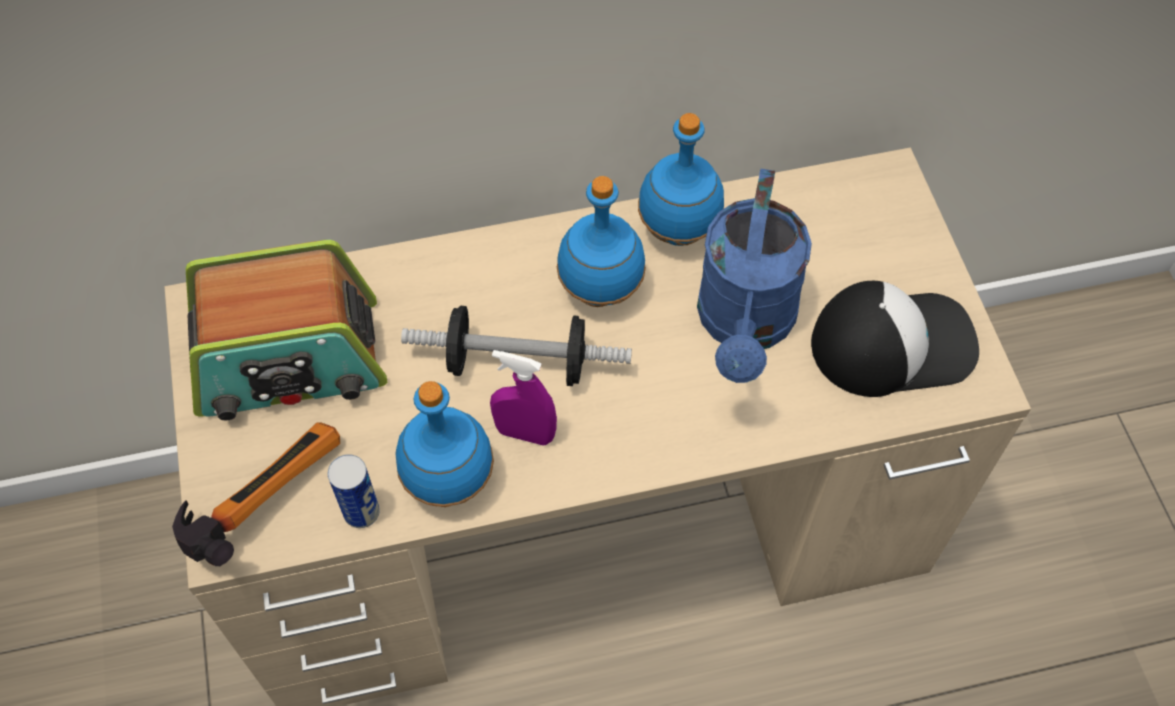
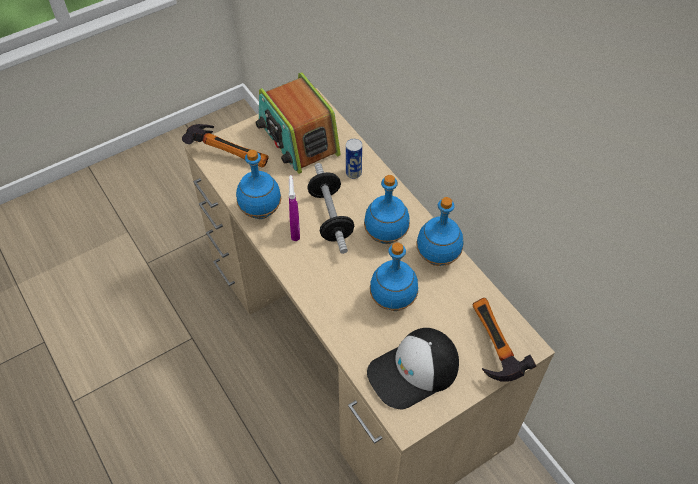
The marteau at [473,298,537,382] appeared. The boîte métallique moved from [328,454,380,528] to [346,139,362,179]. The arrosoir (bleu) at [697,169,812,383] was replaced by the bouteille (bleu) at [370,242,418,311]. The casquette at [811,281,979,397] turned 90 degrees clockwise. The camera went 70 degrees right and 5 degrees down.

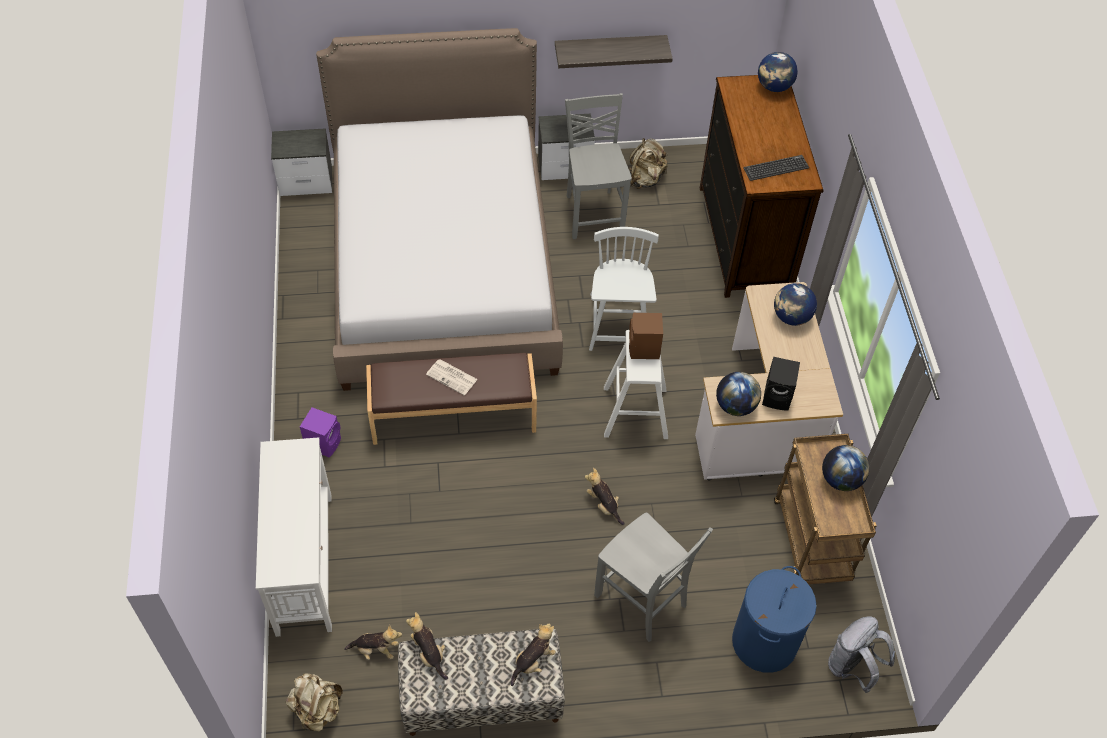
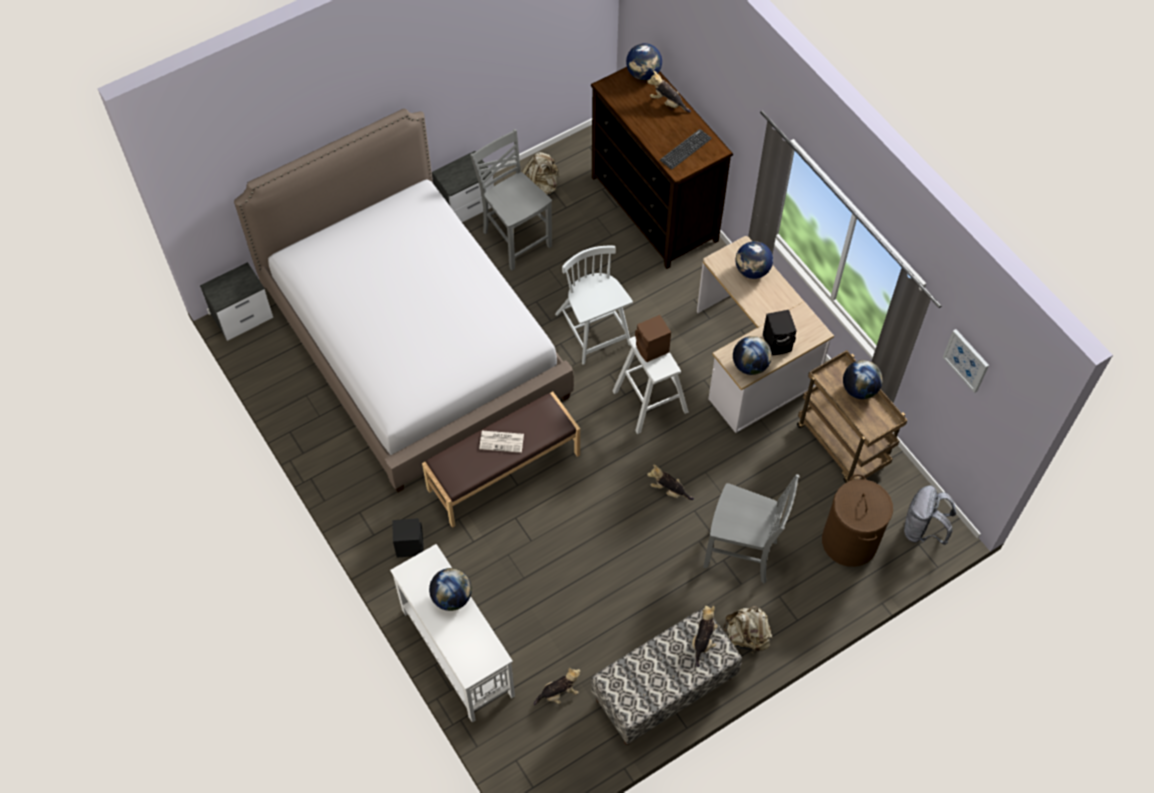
The étagère at [555,35,673,68] disappeared. The globe at [429,568,472,611] appeared. The tableau at [943,329,989,393] appeared. The sac à dos (beige) moved from [286,673,343,731] to [723,606,772,655]. The peluche moved from [406,612,448,680] to [647,71,691,113]. The enceinte (violet) at [300,407,341,458] became the enceinte (noir) at [392,518,424,558]. The panier à linge (bleu) at [732,566,817,673] became the panier à linge (marron) at [822,474,893,567]. The camera went 25 degrees left and 5 degrees up.

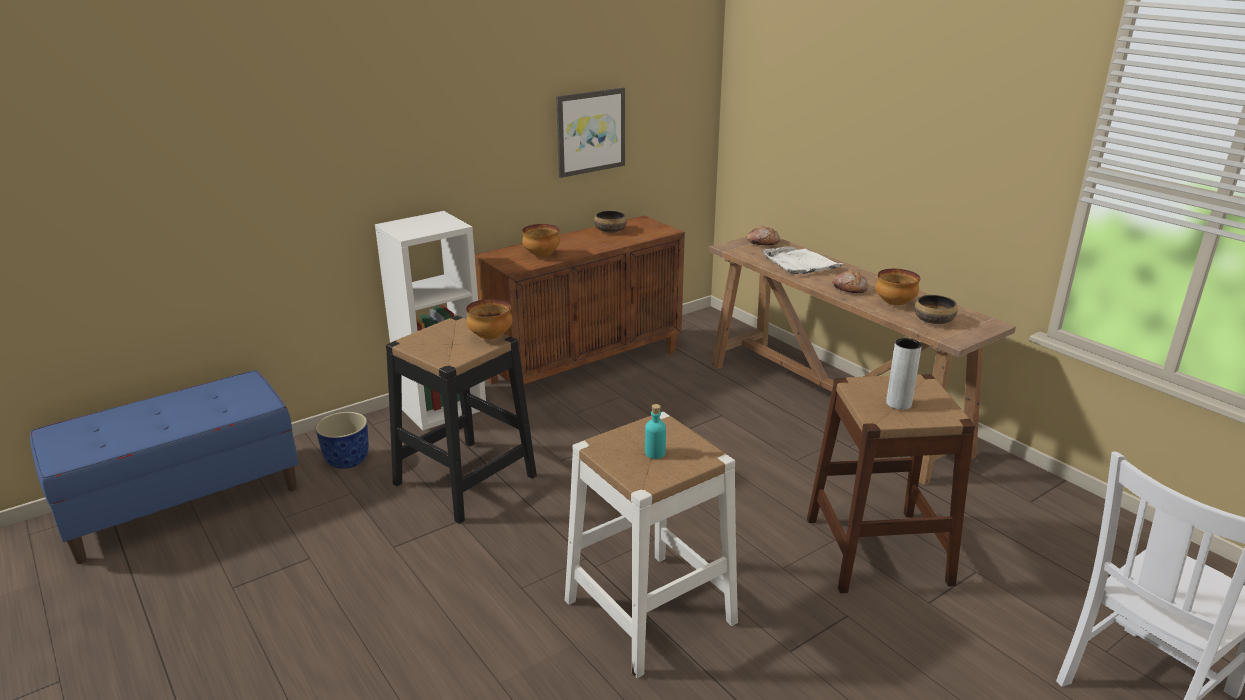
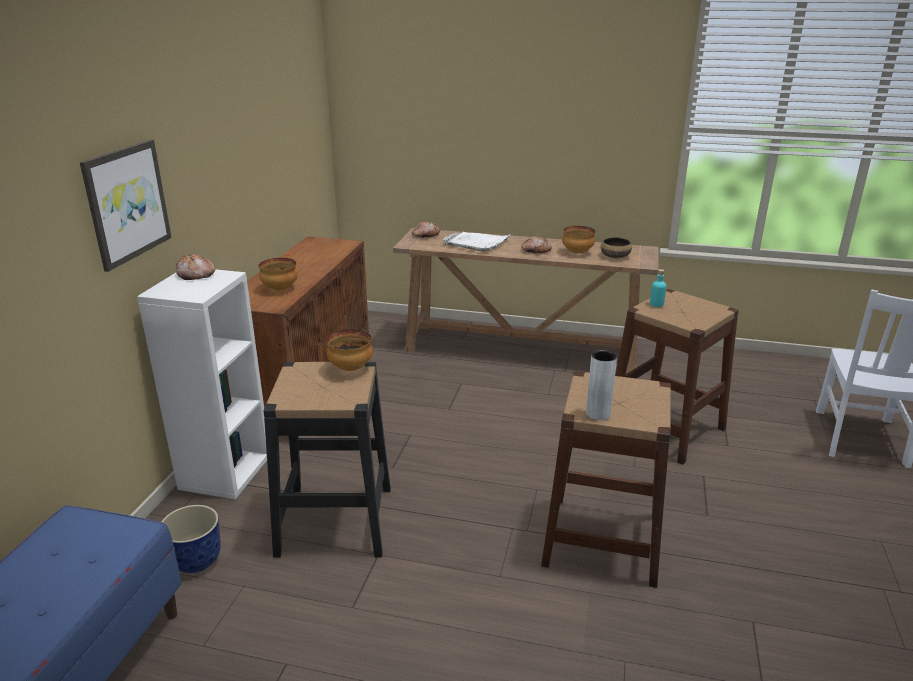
The bol at [594,211,627,233] disappeared. The pain at [176,253,215,280] appeared. The tableau moved from [556,87,625,178] to [80,140,172,272]. The bouteille (turquoise) moved from [645,404,666,459] to [650,269,666,307]. The vase (gris) moved from [886,338,922,410] to [586,350,617,420]. The tabouret (blanc) at [565,412,738,678] became the tabouret (marron) at [541,371,671,588]. The camera went 40 degrees left and 0 degrees up.

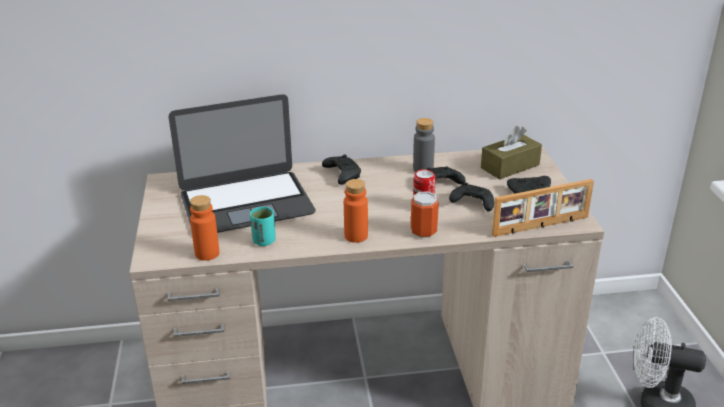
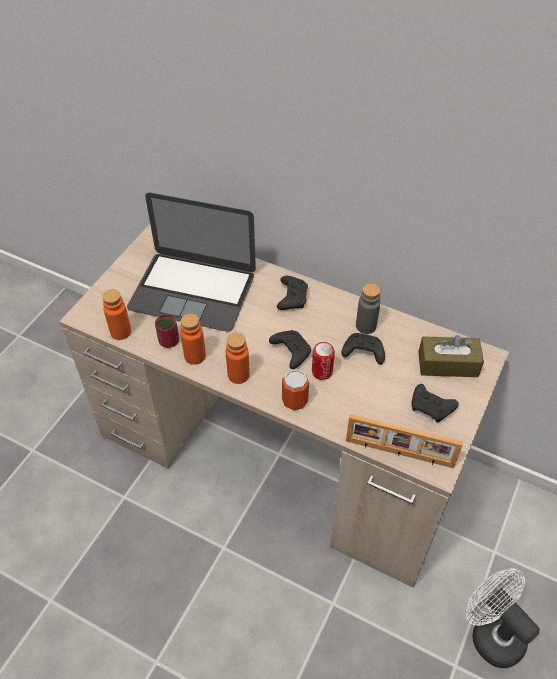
The bouteille (orange) at [180,314,206,365] appeared. The manette (noir) moved from [449,182,494,211] to [269,330,311,369]. The tasse (turquoise) at [250,207,276,246] became the tasse (rouge) at [155,314,179,348]. The camera went 35 degrees right and 20 degrees up.

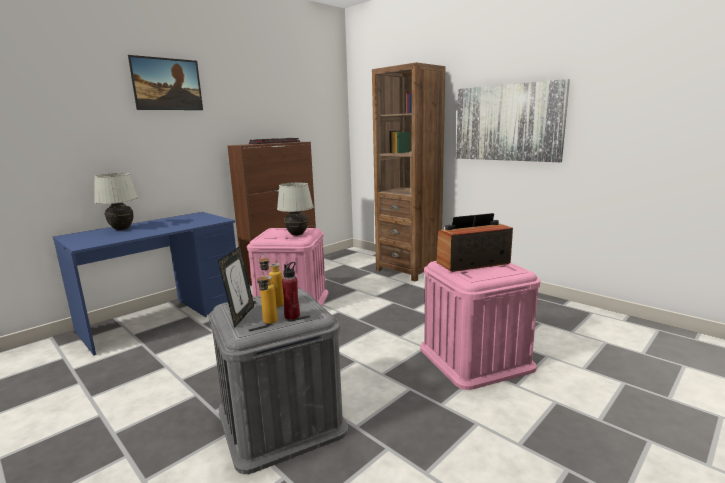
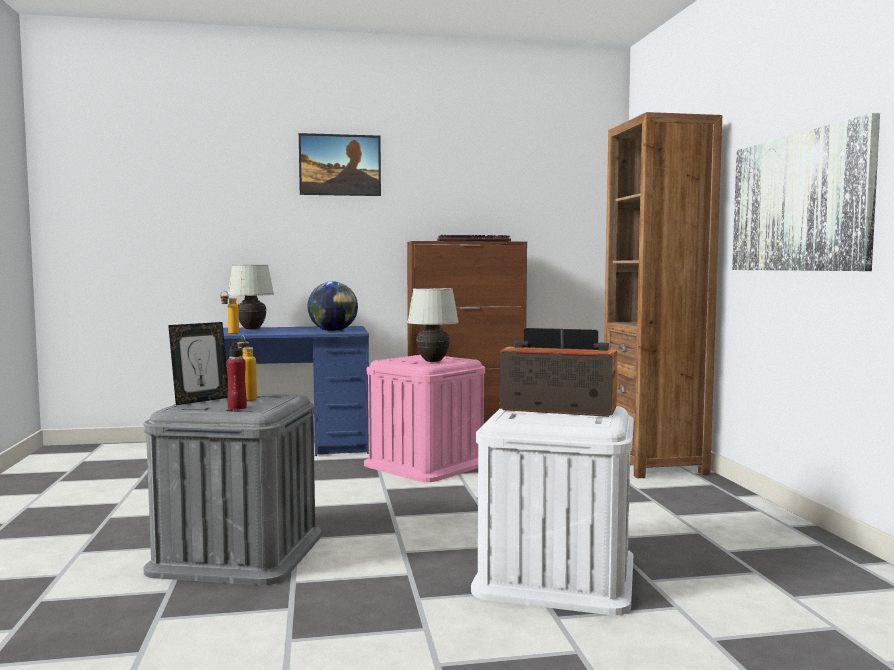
The globe at [307,281,358,331] appeared. The bouteille moved from [257,271,278,324] to [220,291,239,334]. The boîte de rangement (rose) at [420,261,540,390] became the boîte de rangement (blanc) at [471,406,634,615]. The camera went 35 degrees right and 10 degrees down.

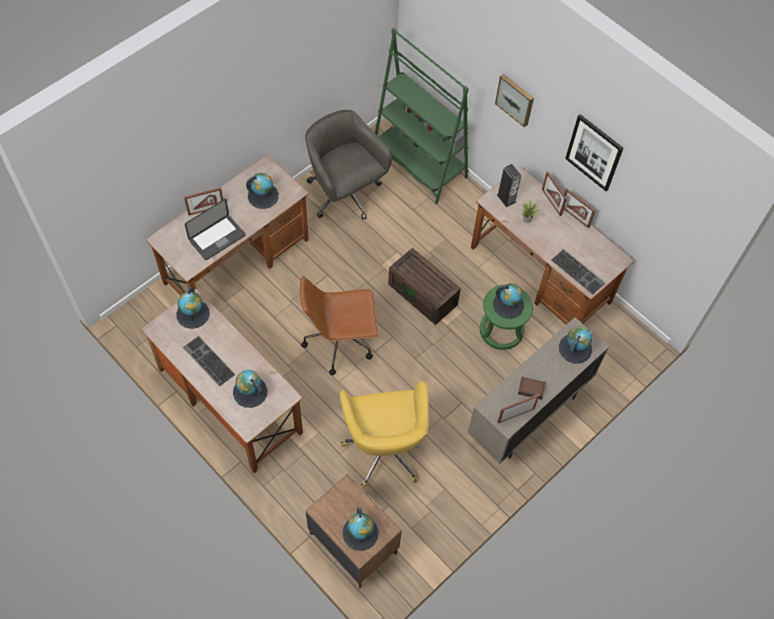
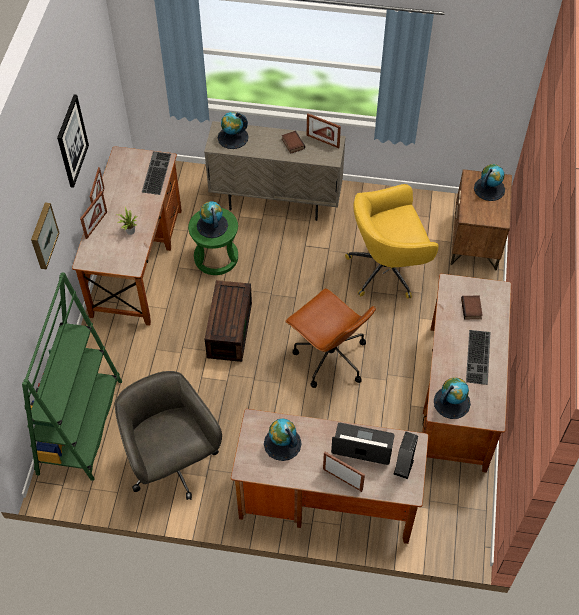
The enceinte moved from [497,164,521,207] to [393,432,418,479]. The globe at [233,370,268,408] was replaced by the livre at [461,296,483,319]. The chaise de bureau (gris) at [305,110,392,220] turned 135 degrees clockwise. The chaise de bureau (jaune) at [340,381,429,487] turned 150 degrees counterclockwise. The camera went 125 degrees left and 5 degrees down.

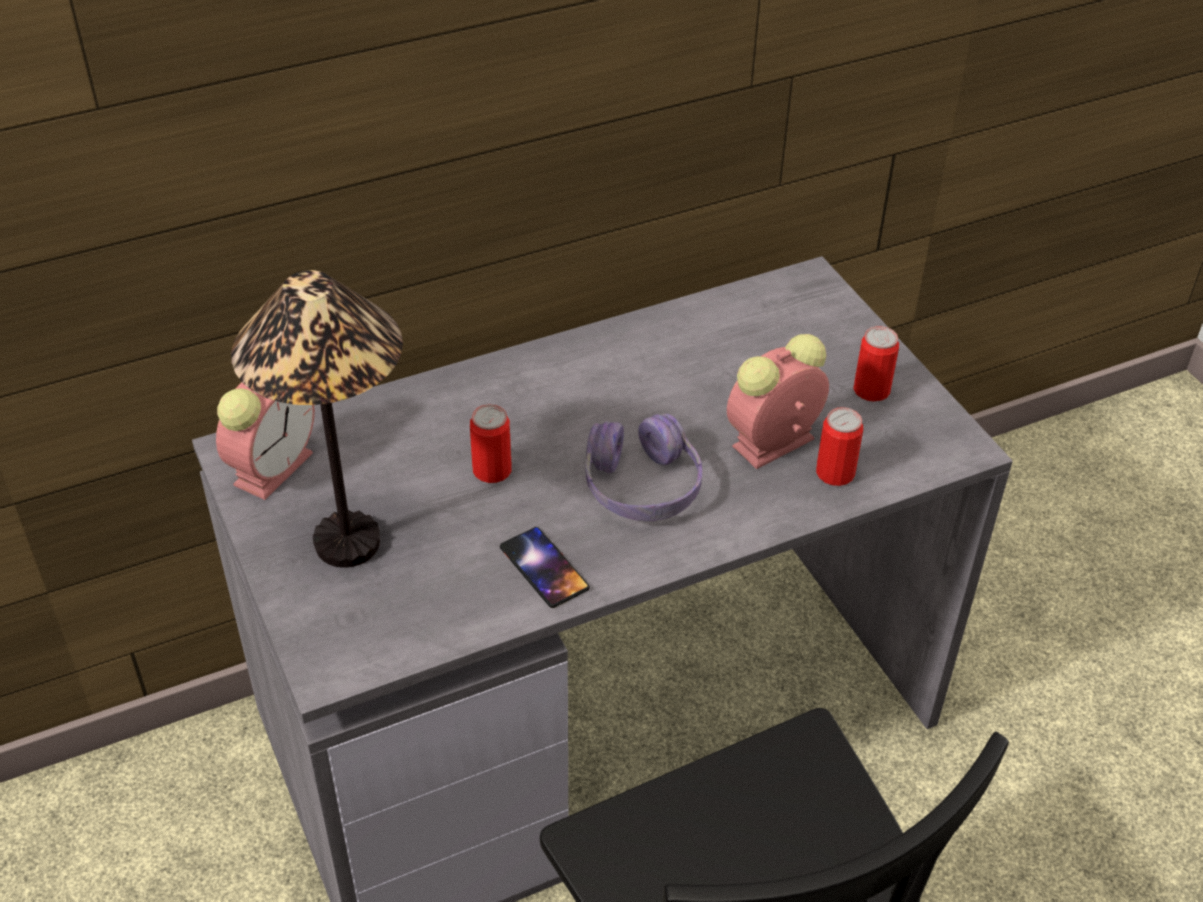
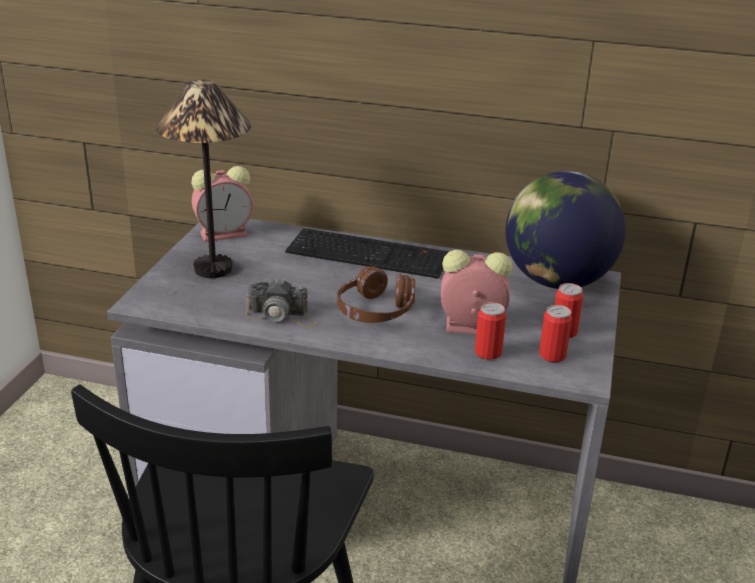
The clavier at [285,228,449,279] appeared. The globe at [505,171,626,289] appeared. The boîte métallique moved from [470,404,512,483] to [539,305,572,362]. The téléphone at [500,527,590,608] was replaced by the appareil photo at [245,278,317,328]. The casque audio (violet) at [586,414,702,521] became the casque audio (marron) at [337,266,415,323]. The camera went 40 degrees right and 15 degrees down.

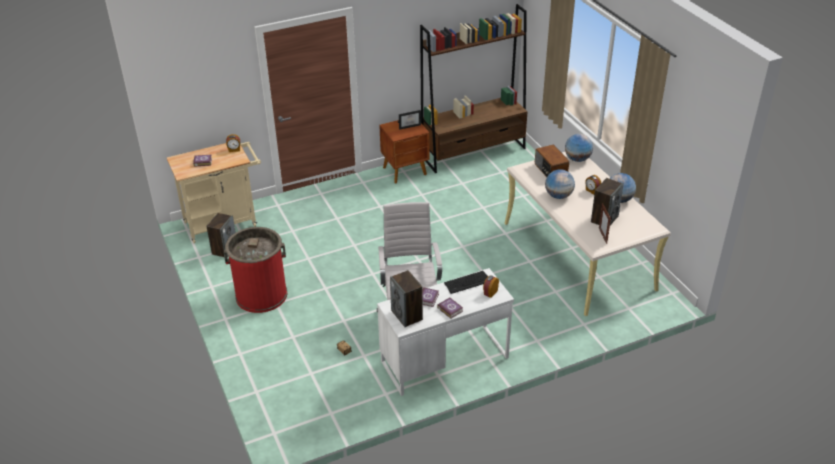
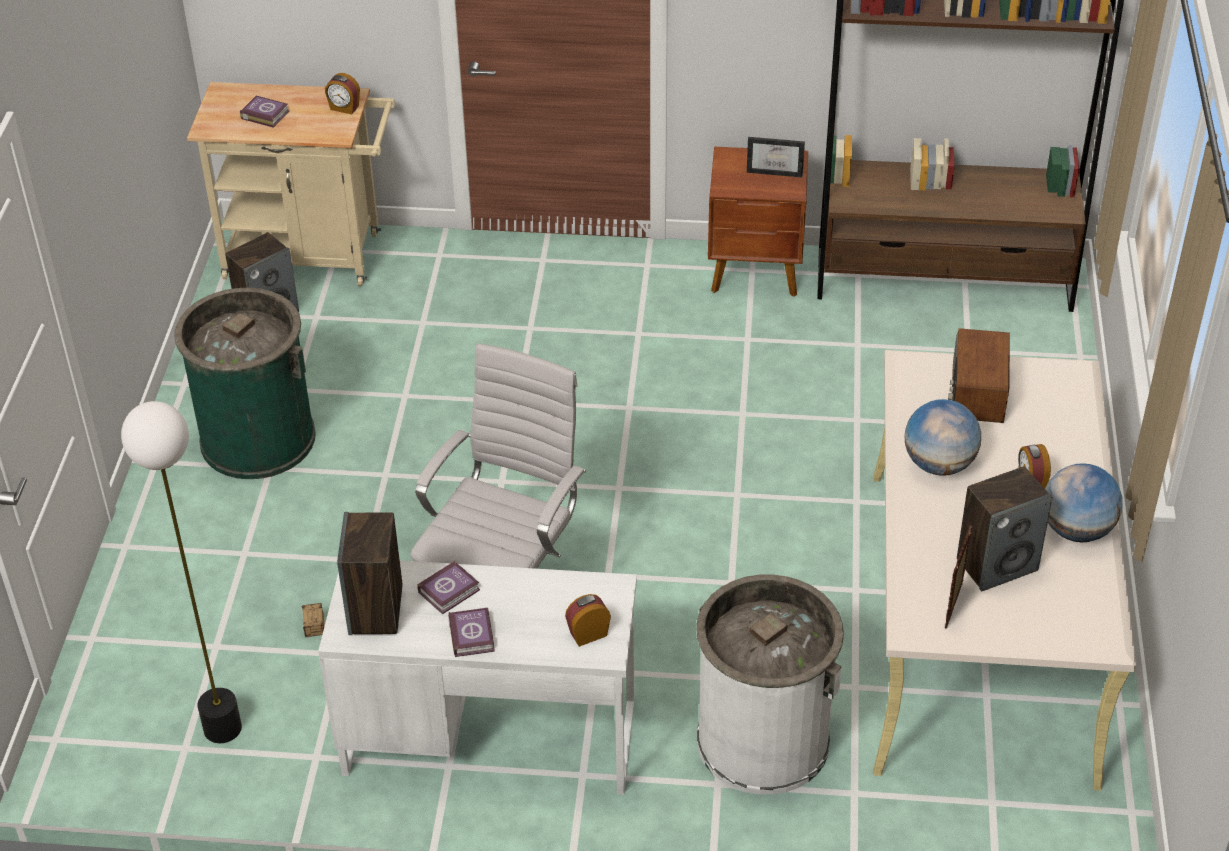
The clavier at [444,271,488,294] disappeared. The globe at [565,134,593,162] disappeared. The lampadaire at [121,401,242,743] appeared. The poubelle (blanc) at [696,574,844,795] appeared. The poubelle (rouge) at [224,227,288,313] became the poubelle (vert) at [174,288,316,479]. The camera went 30 degrees right and 5 degrees up.

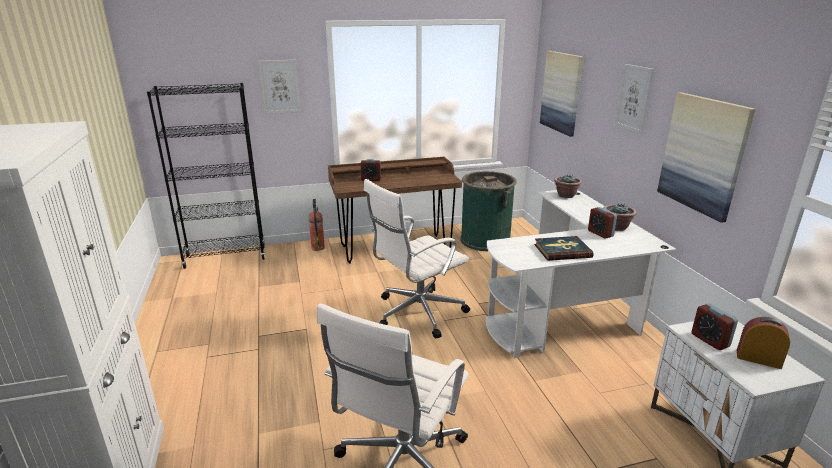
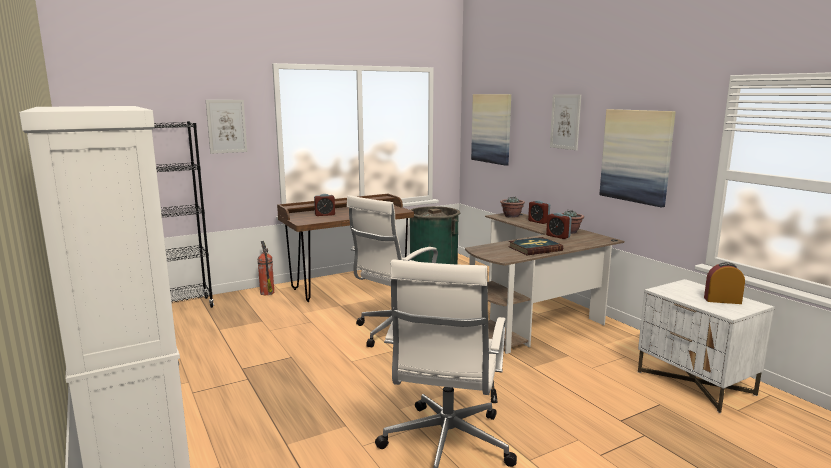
The réveil moved from [691,304,738,350] to [528,200,550,224]. The bureau (blanc) at [486,190,677,358] became the bureau (marron) at [465,213,624,354]. The camera went 15 degrees left and 10 degrees down.

